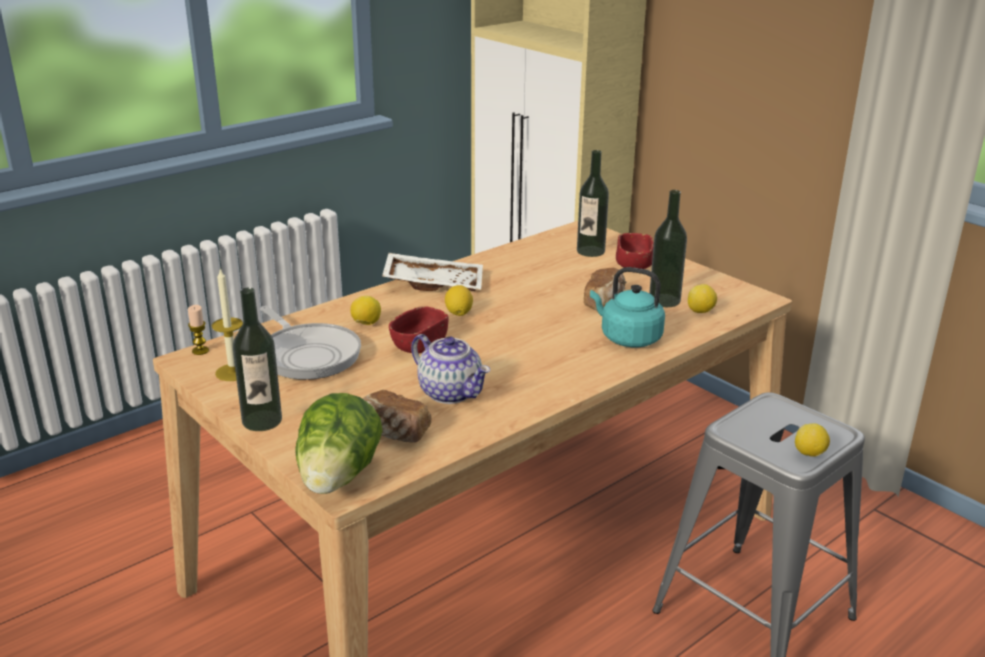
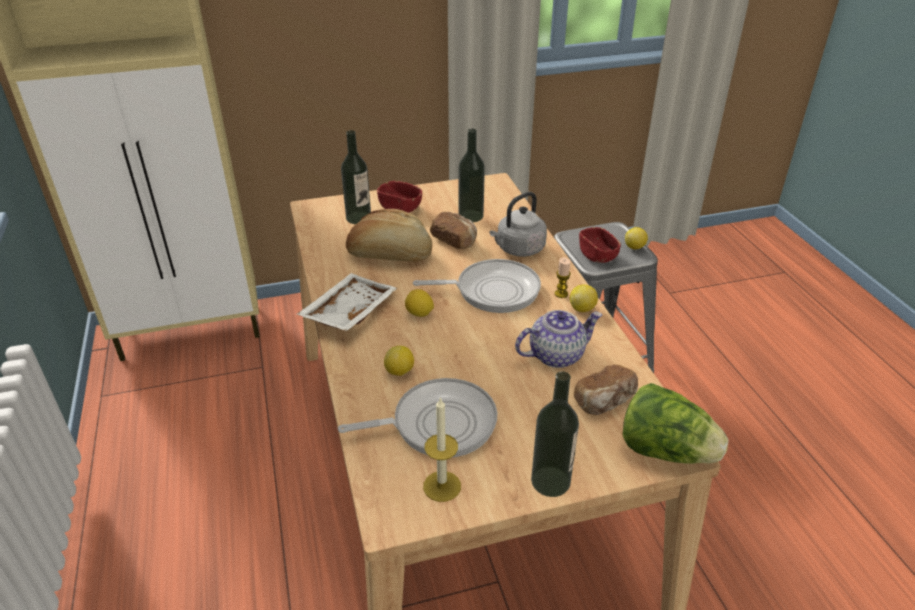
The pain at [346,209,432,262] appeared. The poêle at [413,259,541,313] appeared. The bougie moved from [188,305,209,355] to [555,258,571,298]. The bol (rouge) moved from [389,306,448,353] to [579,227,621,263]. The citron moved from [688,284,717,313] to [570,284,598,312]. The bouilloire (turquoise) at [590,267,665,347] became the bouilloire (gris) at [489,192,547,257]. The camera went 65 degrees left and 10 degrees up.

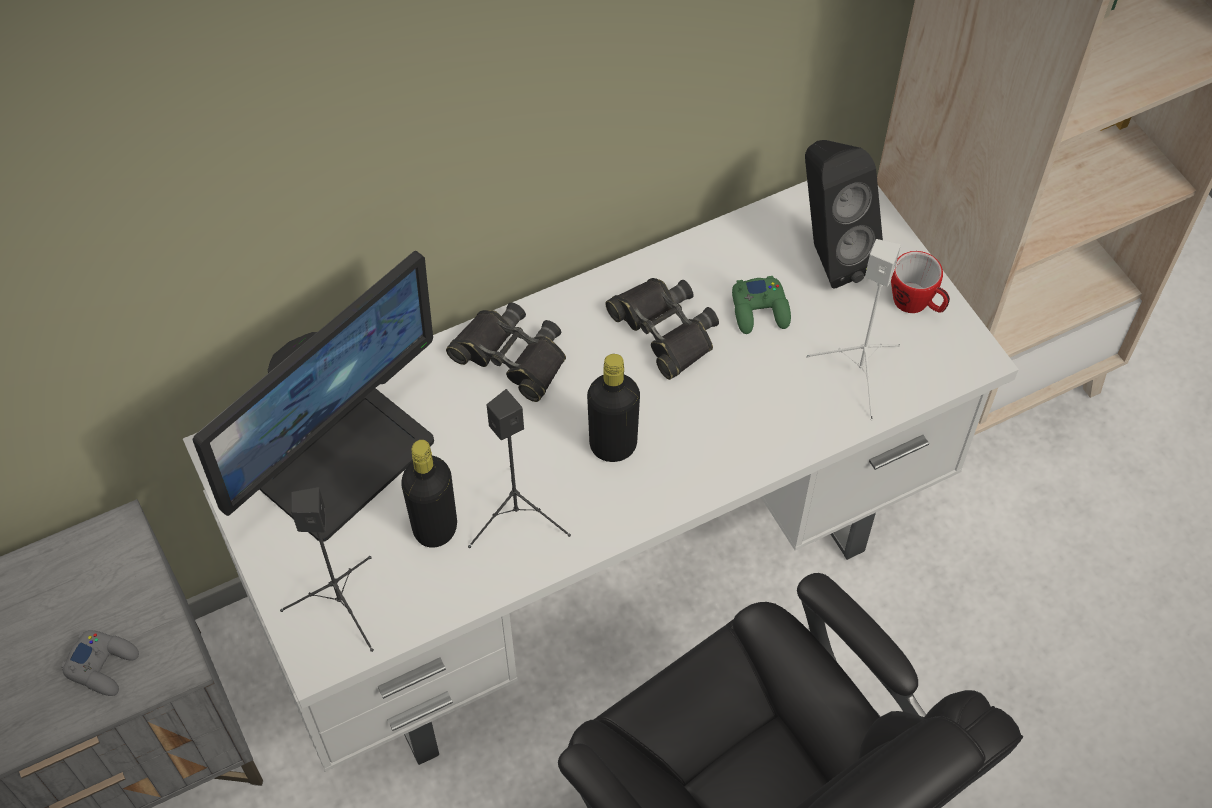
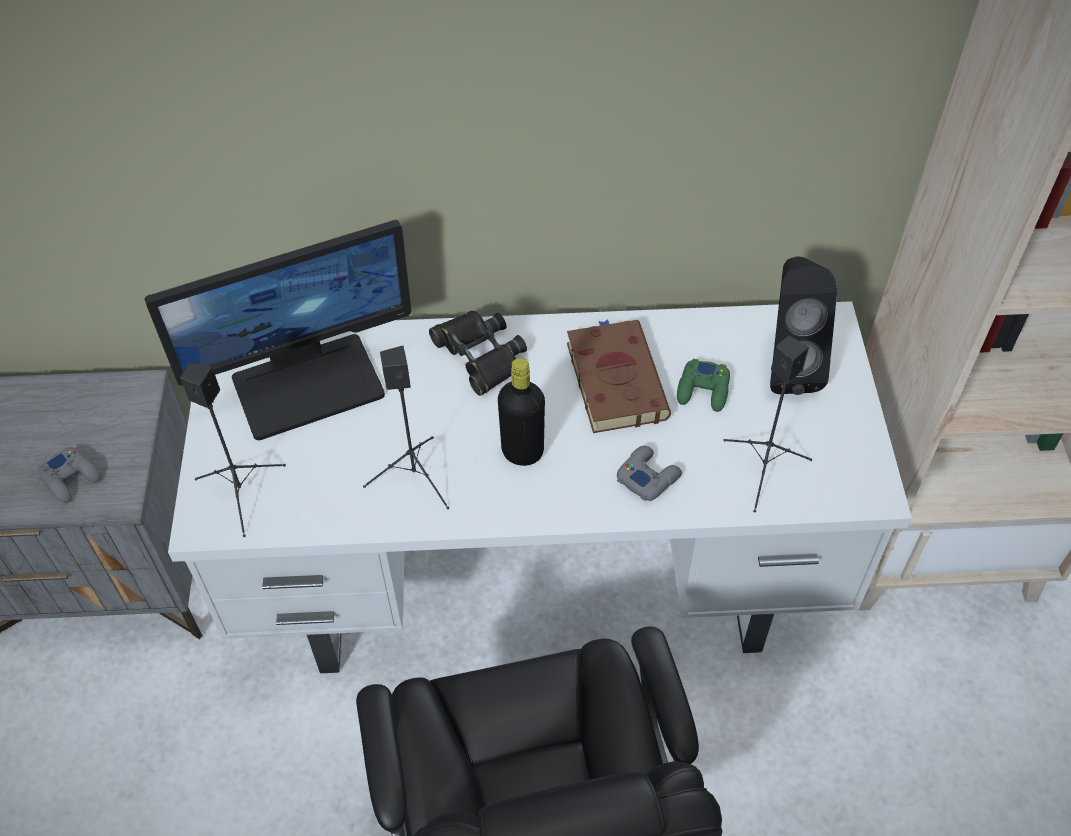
The bouteille (noir) at [401,440,457,548] disappeared. The mug at [891,251,950,313] disappeared. The manette (gris) at [617,446,682,501] appeared. The jumelles (noir) at [606,278,719,380] was replaced by the livre (marron) at [567,319,671,433]. The enceinte (blanc) at [806,239,901,421] became the enceinte (noir) at [723,336,812,512]. The camera went 25 degrees right and 5 degrees down.

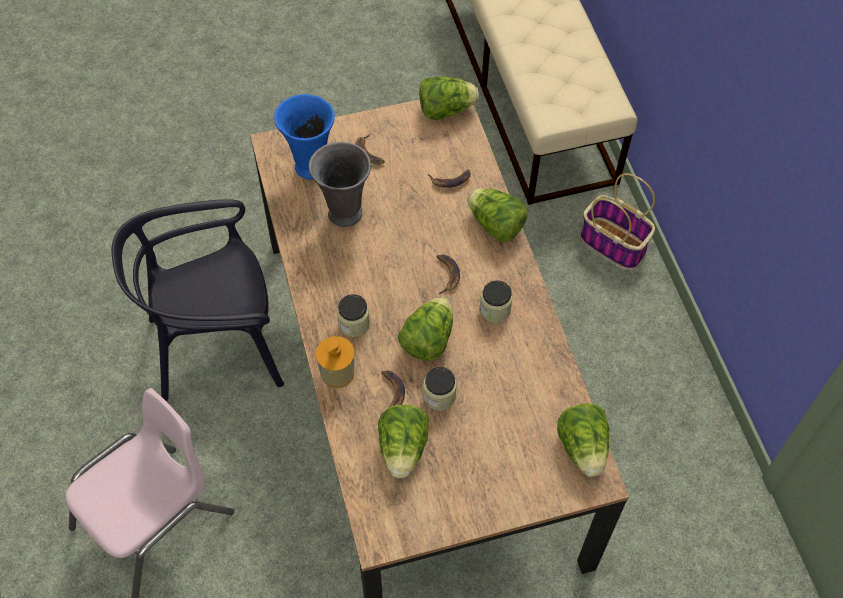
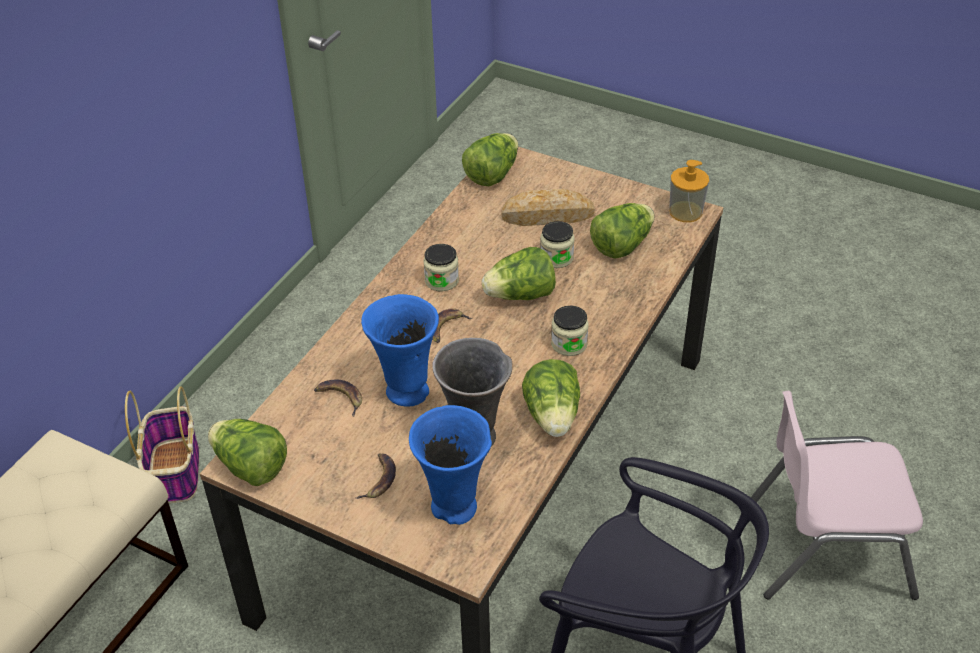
The banane at [381,371,405,415] disappeared. The vase (bleu) at [361,294,439,407] appeared. The pain at [502,189,595,226] appeared. The distributeur de savon moved from [316,336,355,388] to [669,160,709,222]. The laitue moved from [467,188,528,242] to [522,359,580,437]. The camera went 135 degrees left and 15 degrees down.

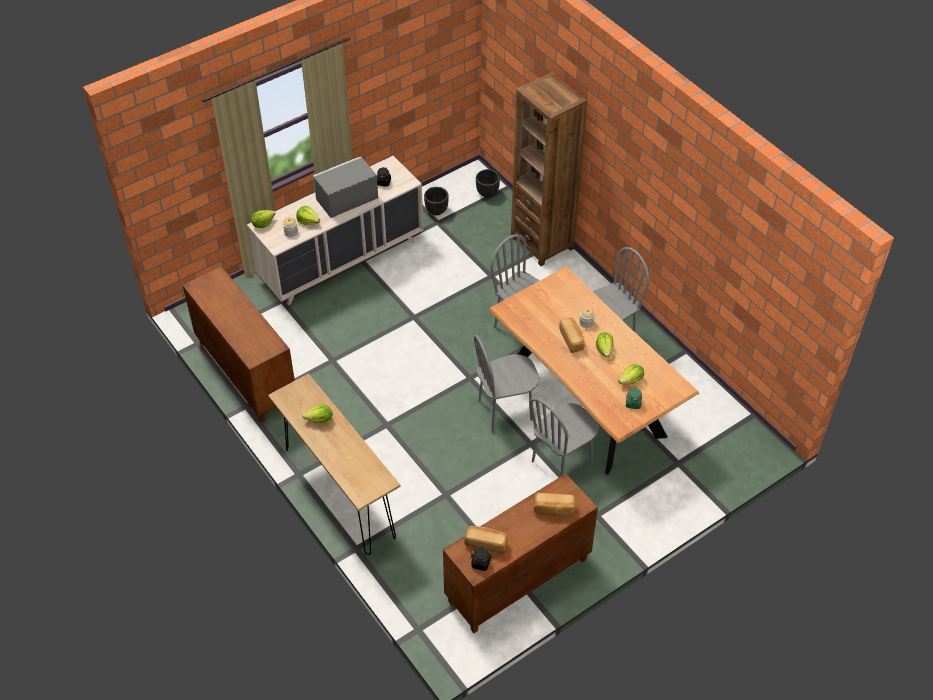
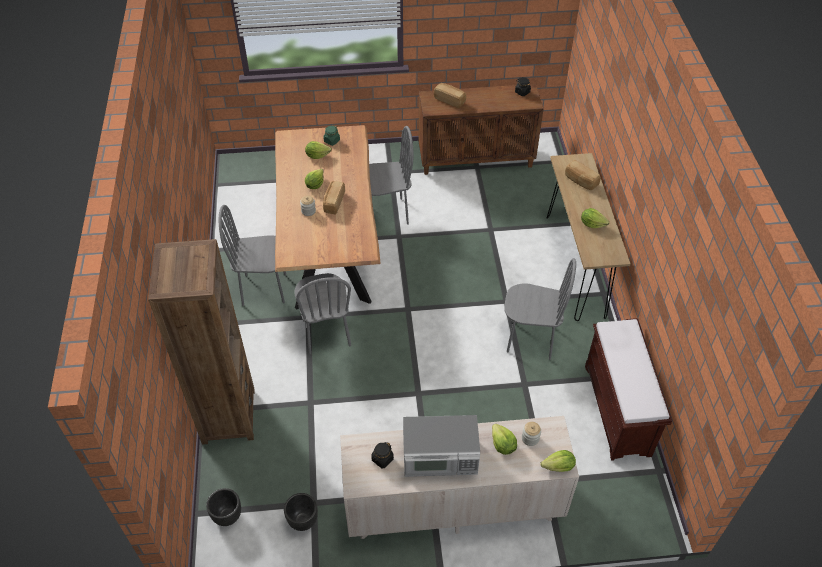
The pain moved from [464,526,508,554] to [565,160,601,190]. The chaise (gris) moved from [474,335,540,433] to [504,258,576,360]. The meuble de rangement (marron) at [183,266,295,423] was replaced by the banc (marron) at [585,318,672,461]. The camera went 150 degrees left and 0 degrees up.

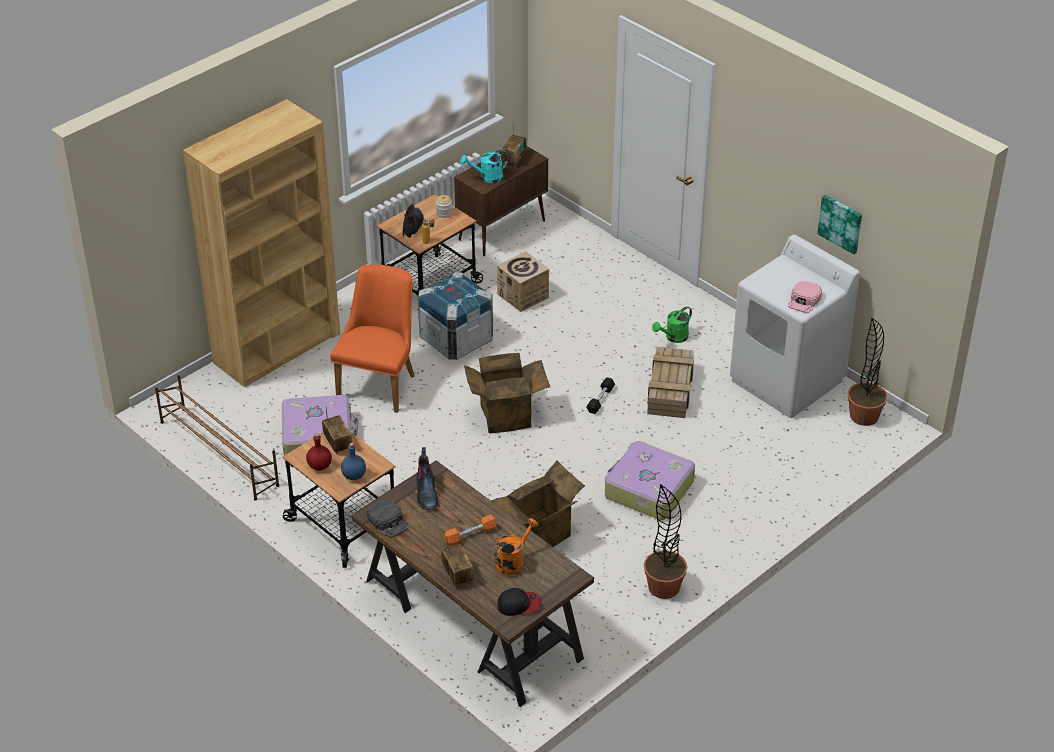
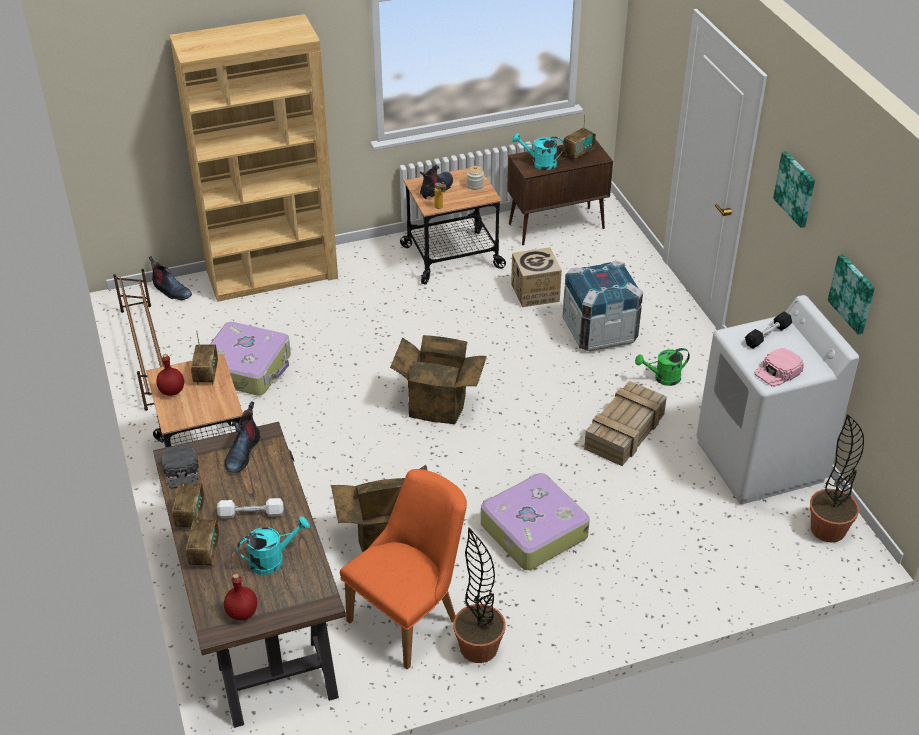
The bouteille (bleu) at [341,443,366,480] disappeared. The botte at [148,256,192,300] appeared. The radio at [172,469,205,530] appeared. The tableau at [773,151,815,228] appeared. The chaise (orange) moved from [330,264,415,413] to [340,469,467,669]. The caisse moved from [418,272,493,360] to [563,260,643,352]. The haltère (noir) moved from [586,377,615,414] to [745,312,792,349]. The casquette at [497,588,541,616] was replaced by the bouteille (rouge) at [224,574,257,621]. The haltère (orange) at [443,514,497,546] became the haltère (blanc) at [217,498,284,519]. The arrosoir (orange) at [494,518,538,575] became the arrosoir (turquoise) at [238,517,310,575]. The camera went 25 degrees right and 0 degrees up.

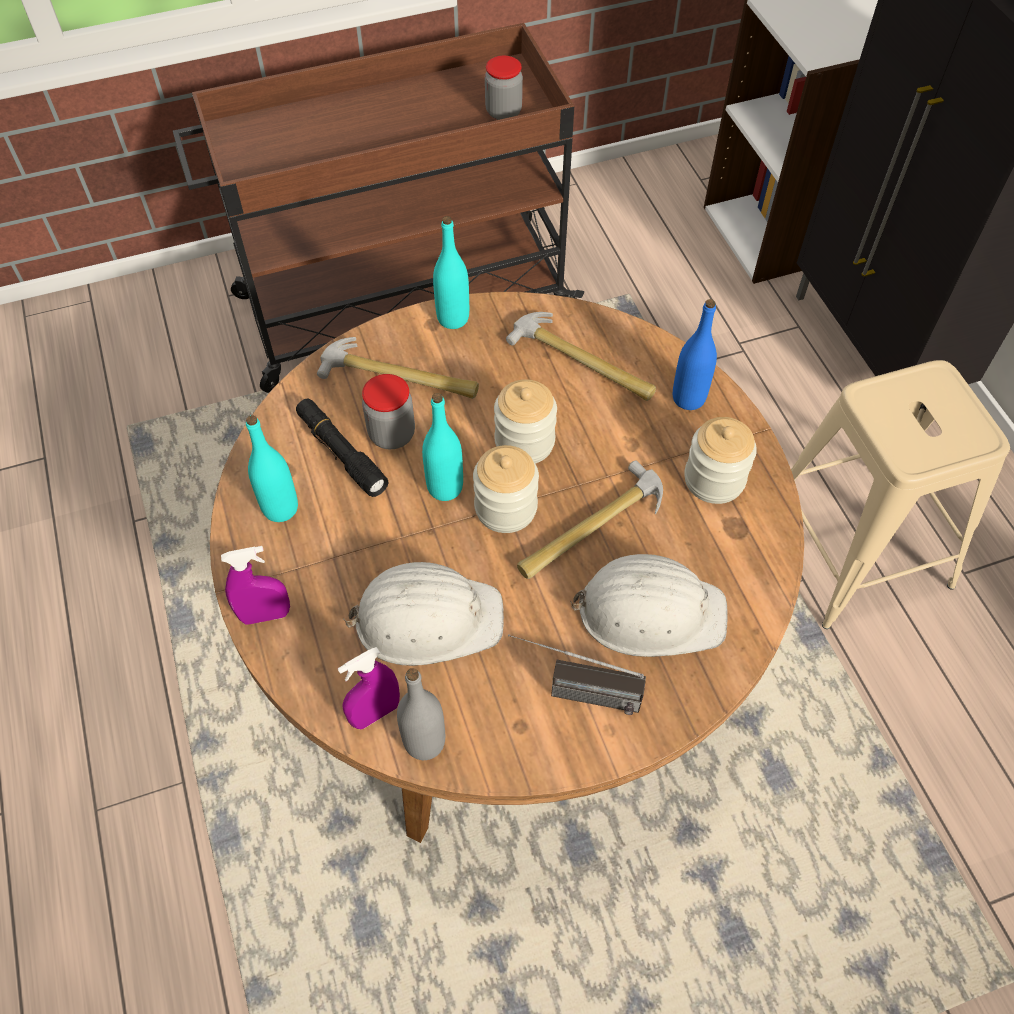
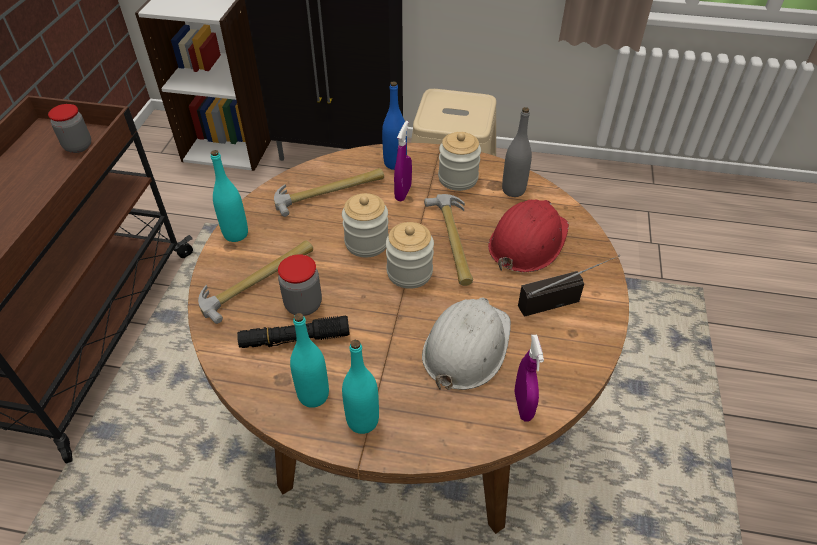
The vaporisateur (violet) moved from [221,546,290,625] to [394,121,412,201]. The bouteille (gris) moved from [397,668,445,760] to [502,107,532,197]. The bouteille (turquoise) moved from [422,393,463,501] to [342,340,379,434]. The casque de chantier (blanc) at [569,554,728,657] became the casque de chantier (rouge) at [488,200,569,272]. The radio at [508,634,646,715] turned 150 degrees counterclockwise. The camera went 60 degrees left and 10 degrees down.

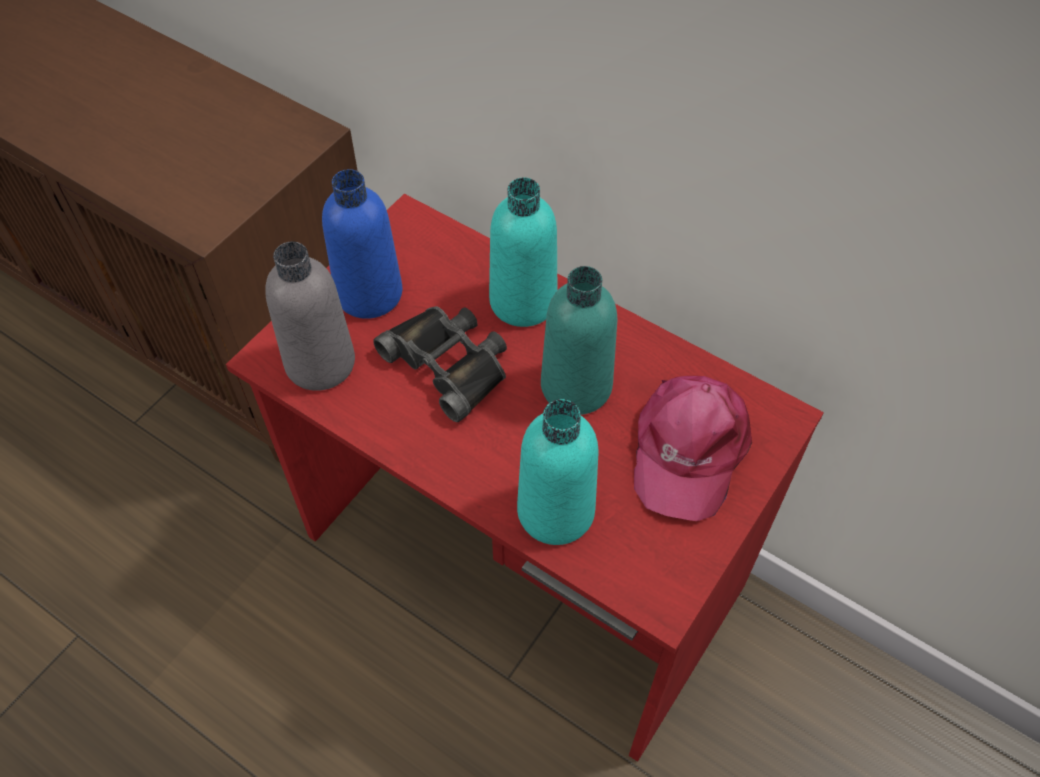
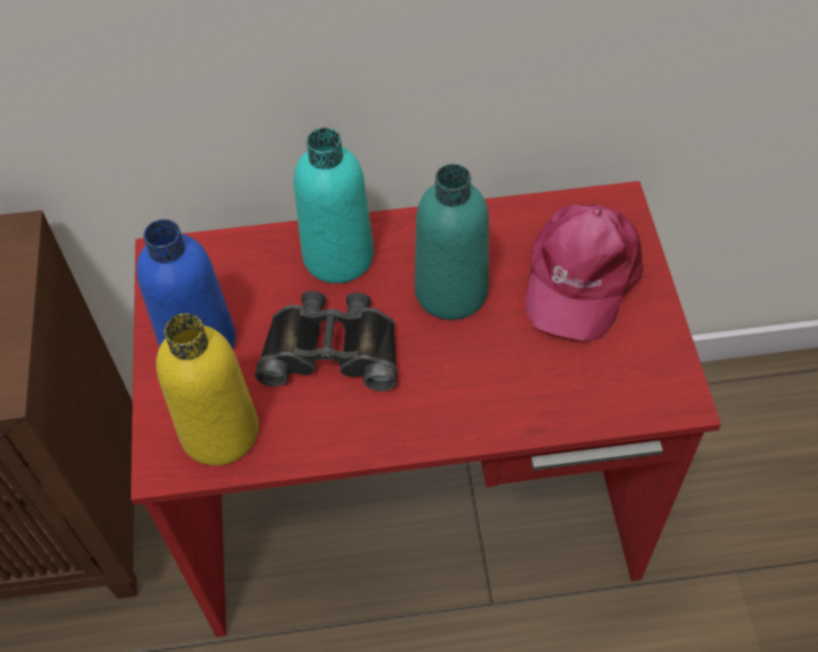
The bouteille (turquoise) at [517,399,599,545] disappeared. The bouteille (gris) at [265,242,355,391] became the bouteille (jaune) at [156,313,259,466]. The casquette (rose) at [634,376,752,521] turned 45 degrees clockwise. The camera went 40 degrees left and 0 degrees up.

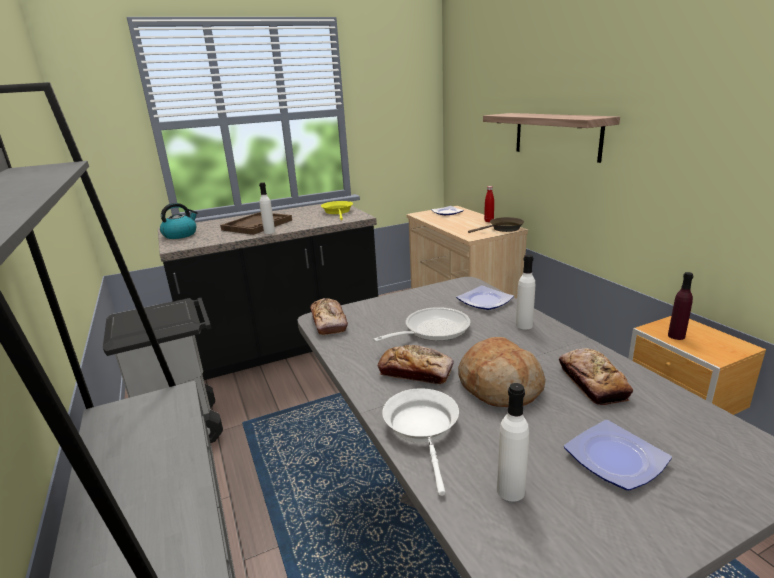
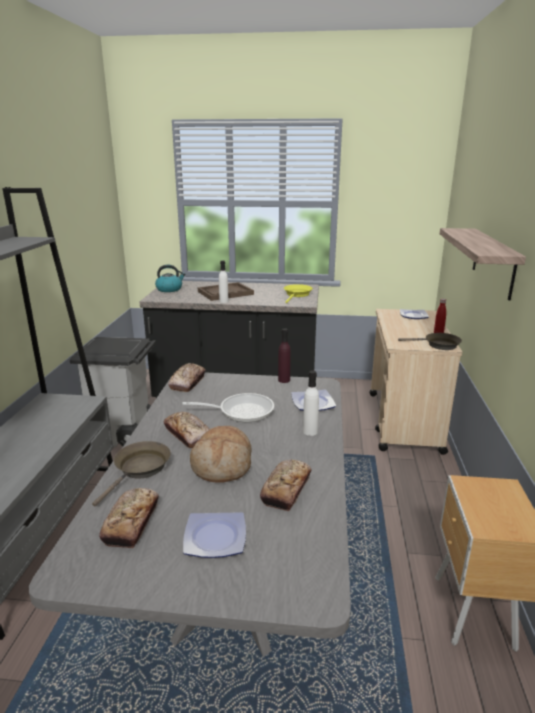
The bouteille (violet) moved from [668,272,693,340] to [278,328,291,383]. The bouteille (blanc) at [497,383,529,502] was replaced by the pain at [99,488,159,548]. The poêle (blanc) at [382,388,459,496] became the poêle (marron) at [92,441,171,507]. The camera went 30 degrees right and 0 degrees up.

